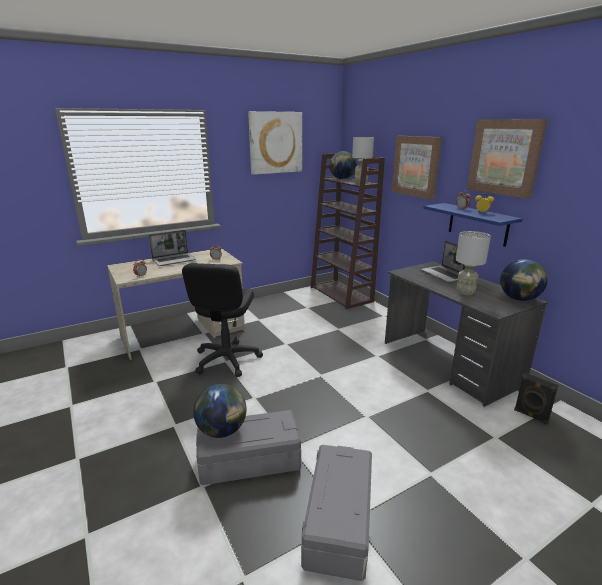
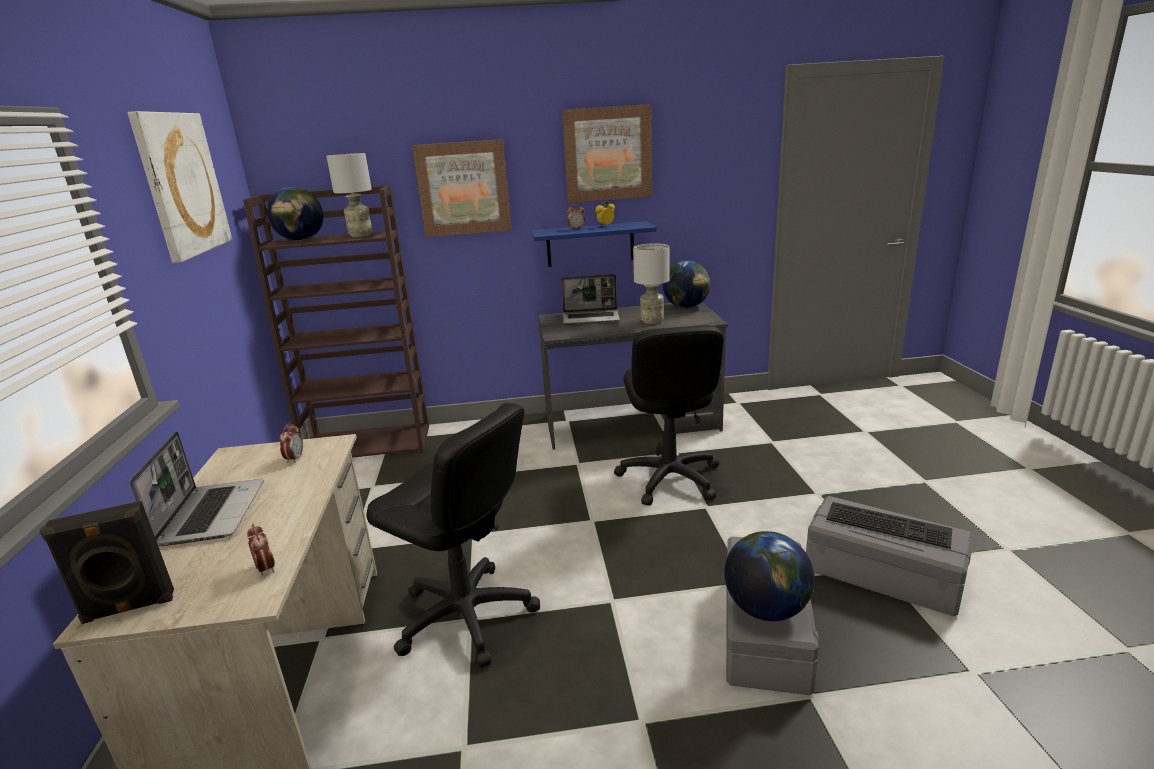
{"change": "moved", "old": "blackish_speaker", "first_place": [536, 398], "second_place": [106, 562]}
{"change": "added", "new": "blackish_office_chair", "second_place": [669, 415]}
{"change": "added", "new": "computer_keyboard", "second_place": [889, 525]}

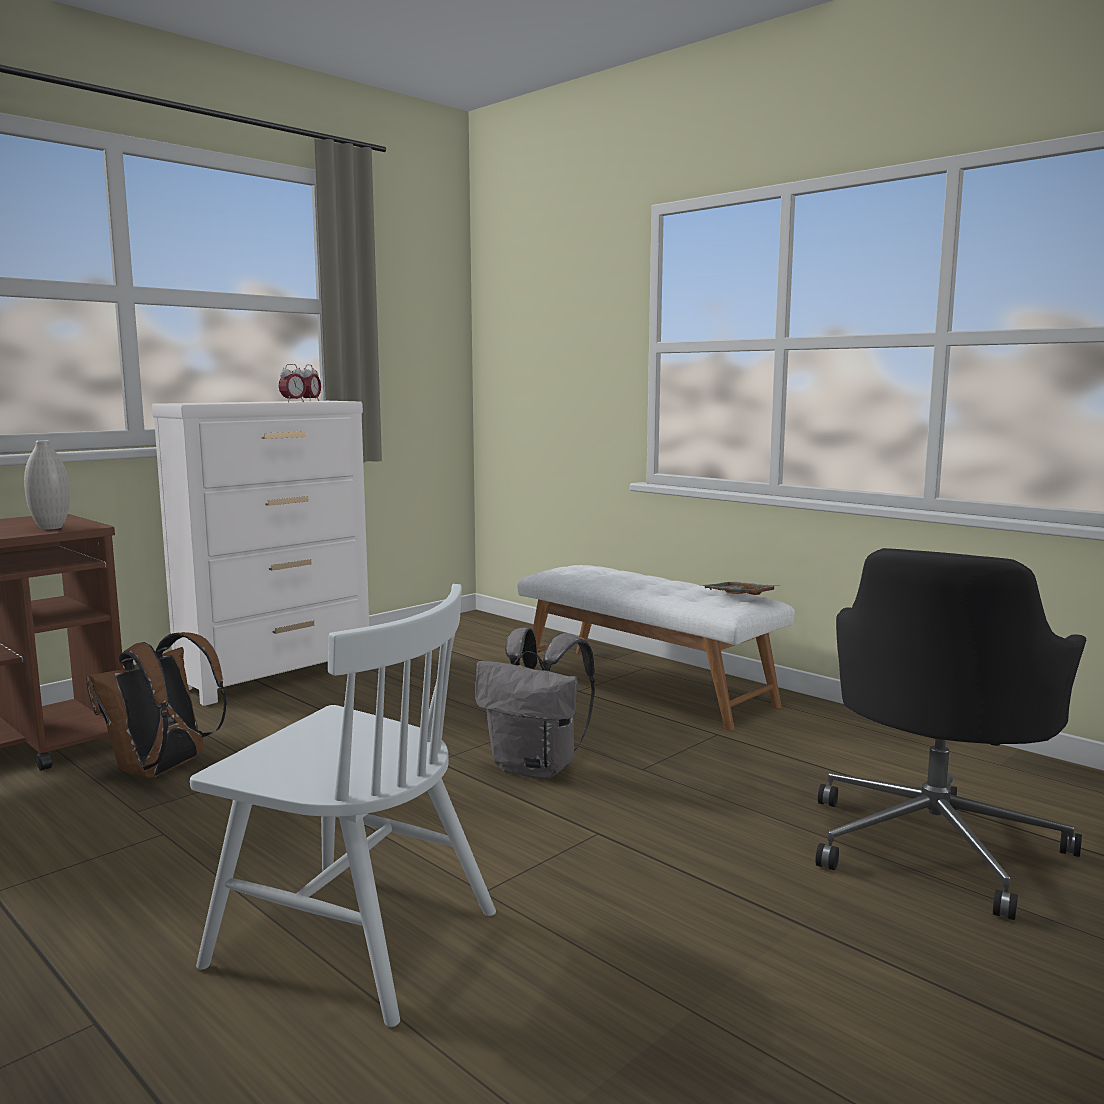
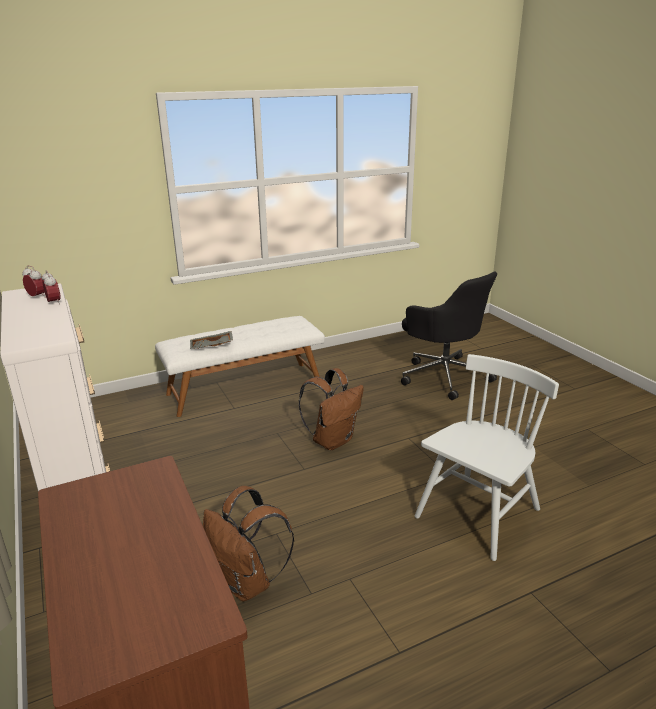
{"change": "removed", "old": "white_vase", "first_place": [47, 485]}
{"change": "moved", "old": "greyish_serving_tray", "first_place": [741, 588], "second_place": [211, 340]}
{"change": "recoloured", "old": "greyish_backpack", "new": "brownish_backpack", "first_place": [535, 704], "second_place": [331, 409]}

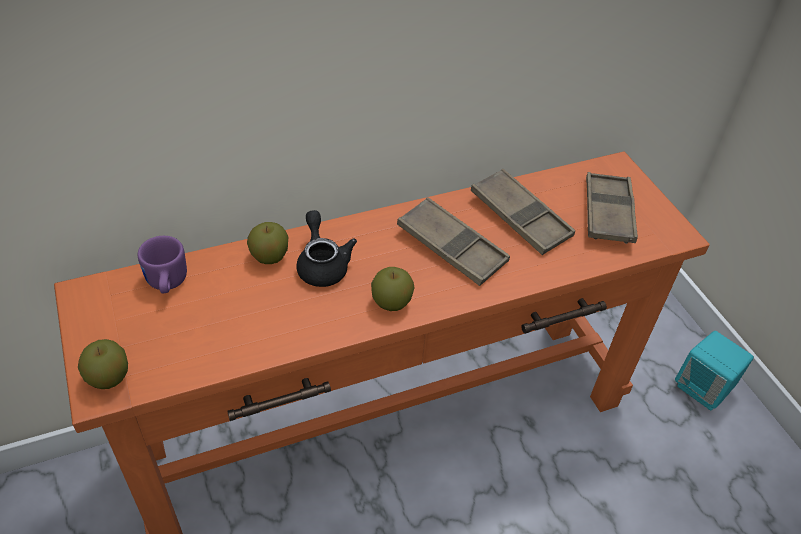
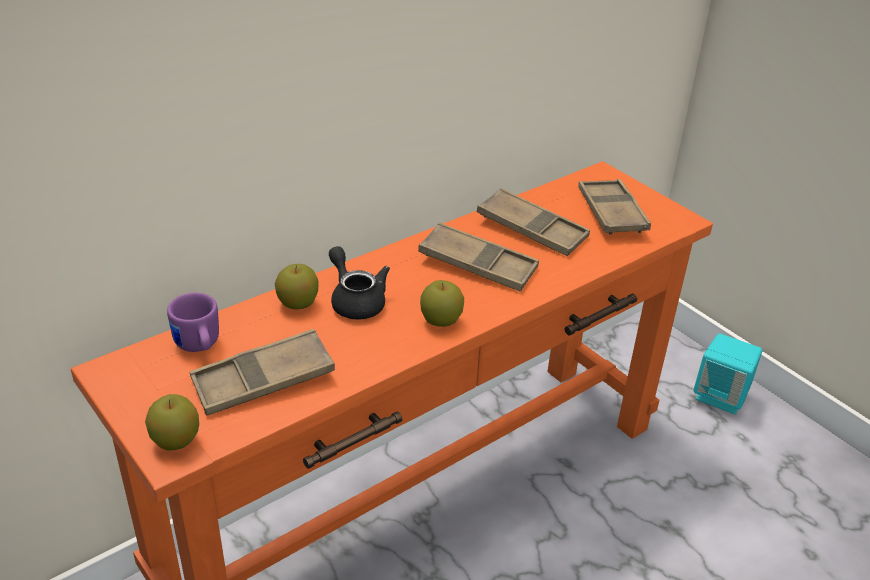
{"change": "added", "new": "brownish_serving_tray", "second_place": [262, 372]}

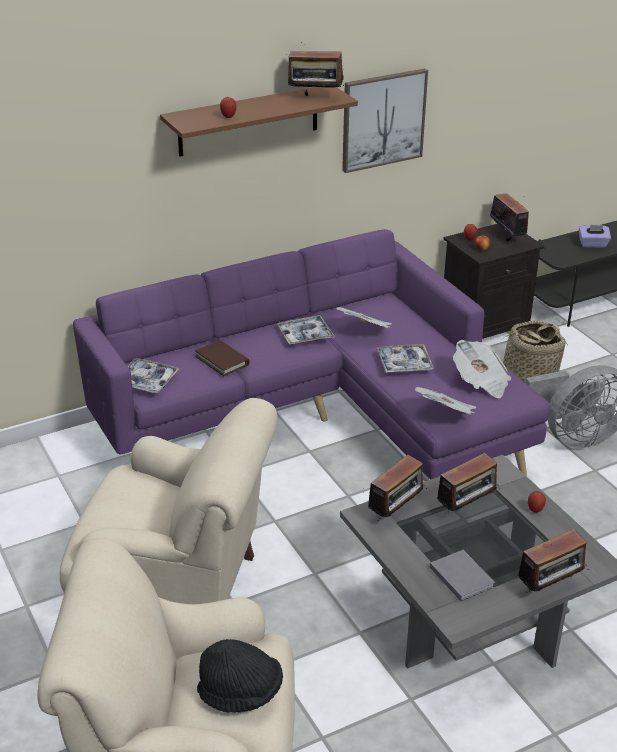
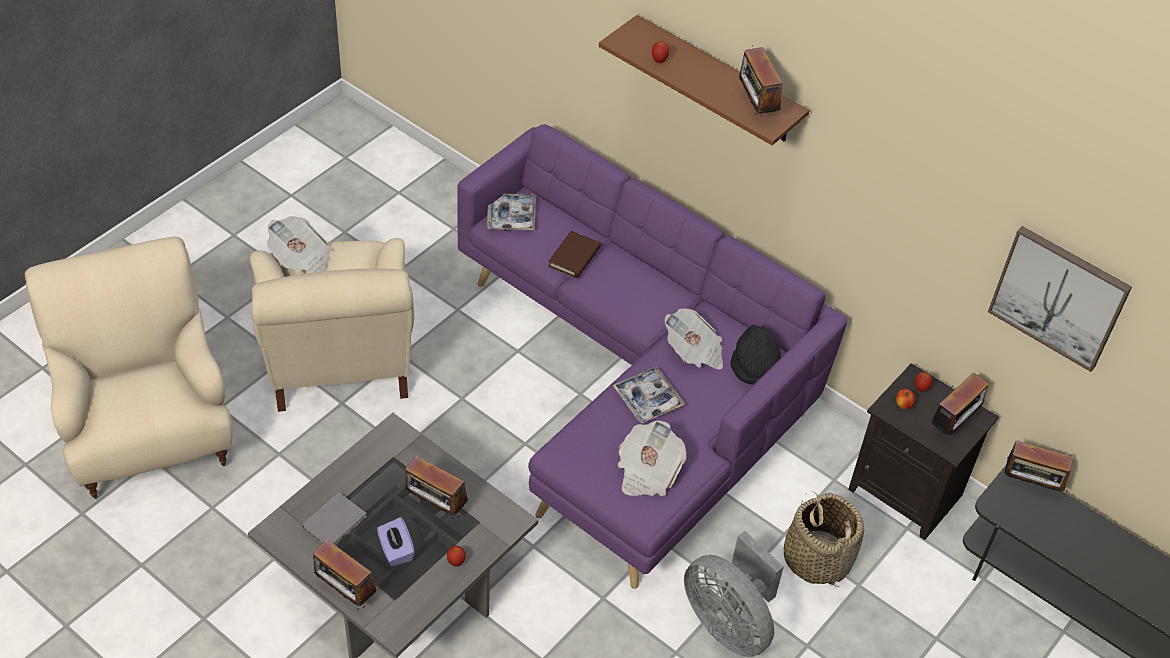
{"change": "moved", "old": "wall_picture", "first_place": [385, 120], "second_place": [1060, 299]}
{"change": "moved", "old": "purplish_tissue_box", "first_place": [595, 236], "second_place": [396, 542]}
{"change": "removed", "old": "serving_tray", "first_place": [306, 330]}
{"change": "moved", "old": "printed_paper", "first_place": [445, 401], "second_place": [299, 244]}
{"change": "moved", "old": "radio_set", "first_place": [397, 489], "second_place": [1038, 467]}
{"change": "moved", "old": "blackish_hat", "first_place": [240, 676], "second_place": [755, 355]}

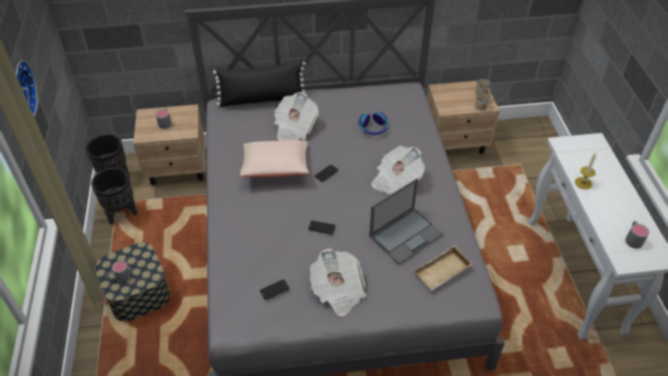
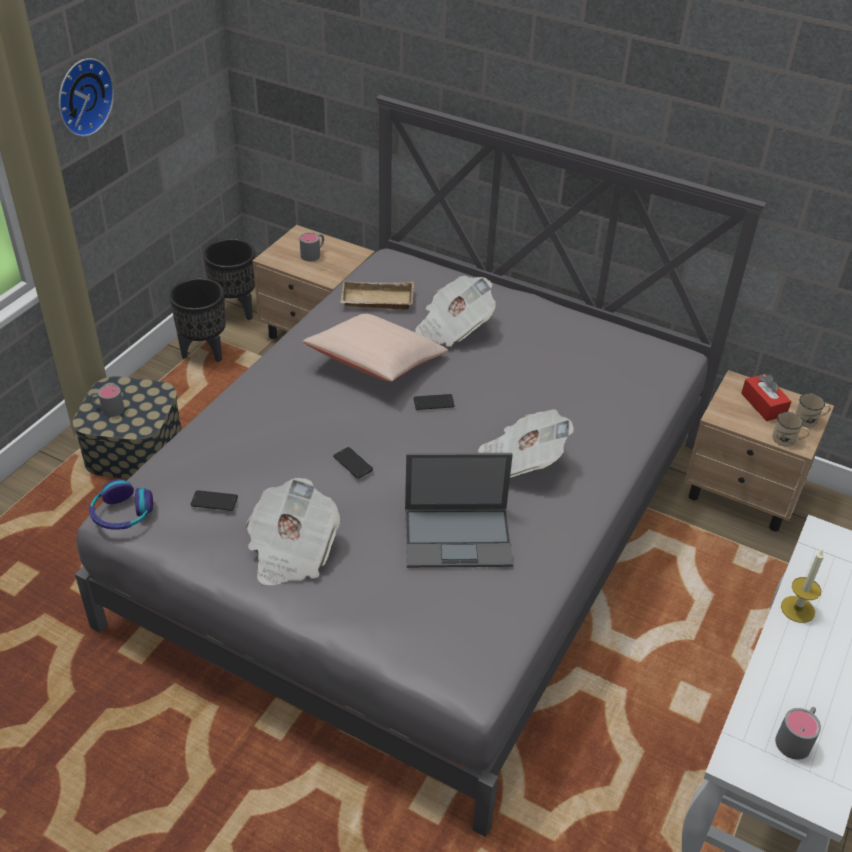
{"change": "removed", "old": "blackish_throw_pillow", "first_place": [259, 83]}
{"change": "moved", "old": "pair_of_headphones", "first_place": [374, 123], "second_place": [121, 504]}
{"change": "moved", "old": "beige_serving_tray", "first_place": [443, 268], "second_place": [377, 295]}
{"change": "added", "new": "red_tissue_box", "second_place": [766, 397]}

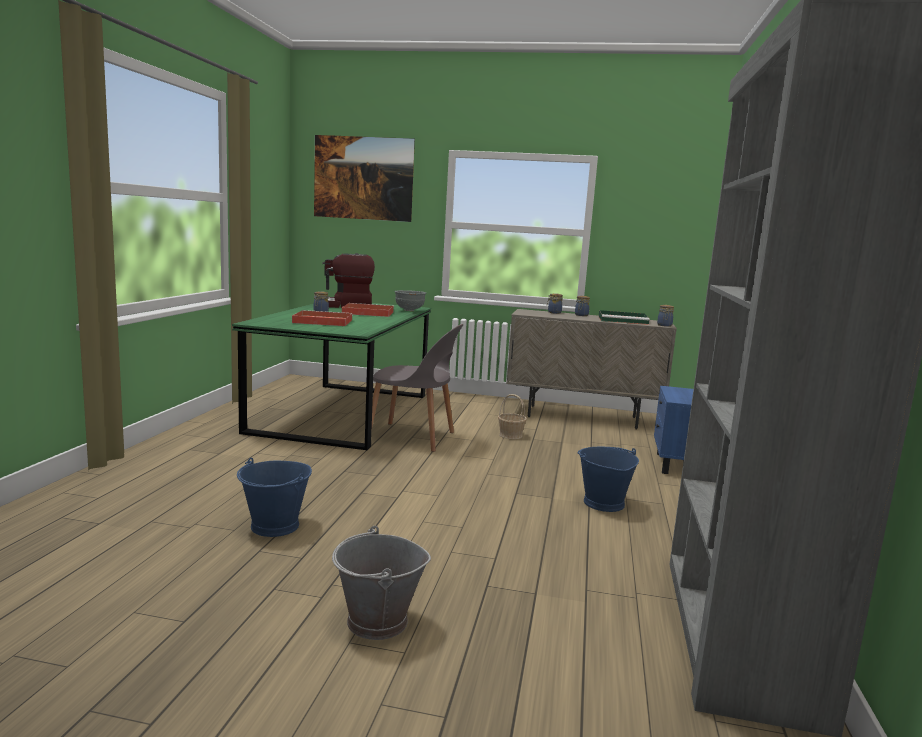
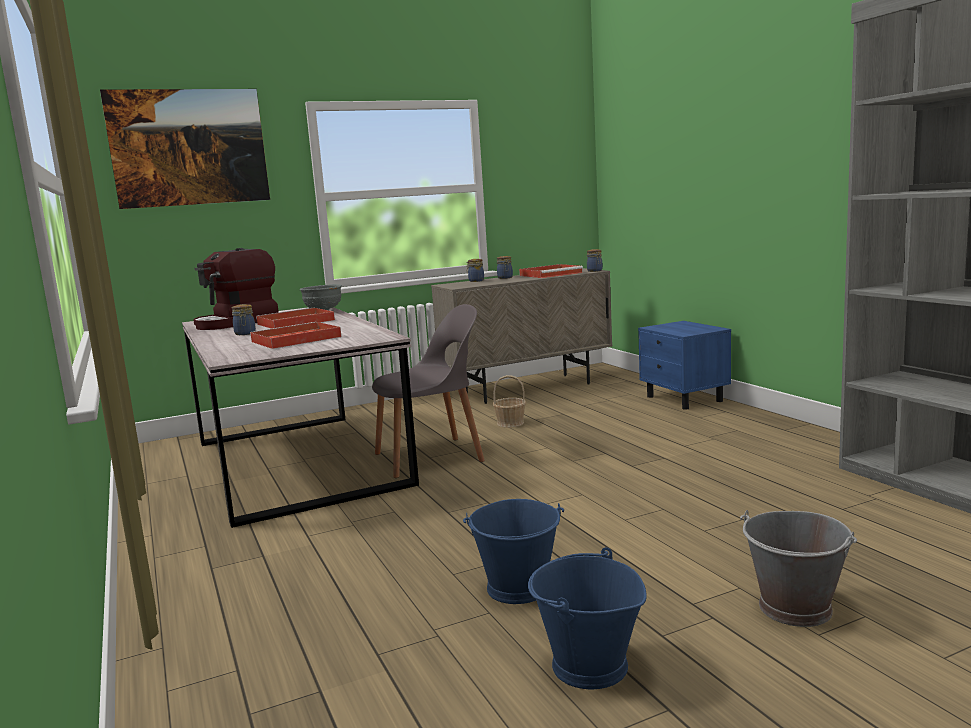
{"change": "recoloured", "old": "green_dinner_table", "new": "greyish_dinner_table", "first_place": [331, 376], "second_place": [300, 417]}
{"change": "recoloured", "old": "green_serving_tray", "new": "red_serving_tray", "first_place": [624, 317], "second_place": [551, 271]}
{"change": "moved", "old": "blue-coloured_pail", "first_place": [608, 479], "second_place": [587, 618]}

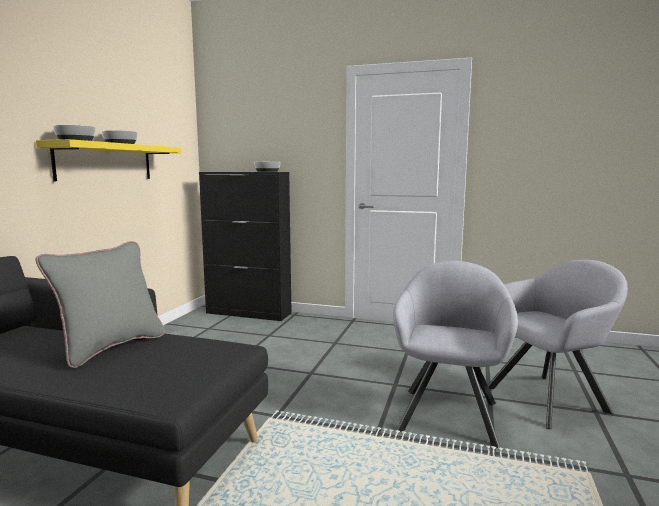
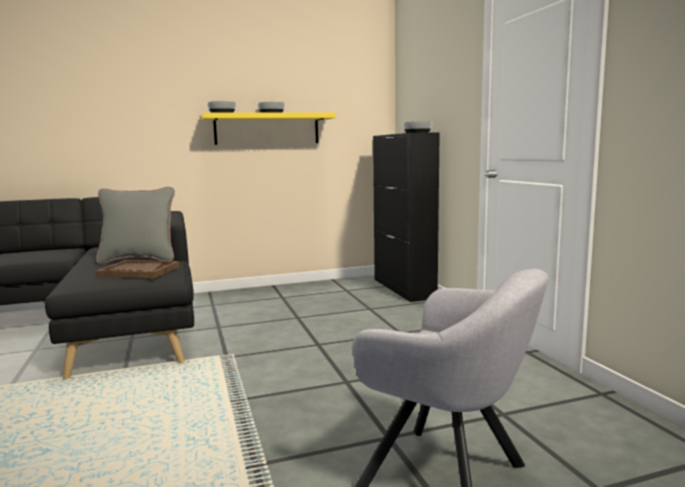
{"change": "removed", "old": "greyish_easy_chair", "first_place": [455, 354]}
{"change": "added", "new": "brownish_serving_tray", "second_place": [137, 269]}

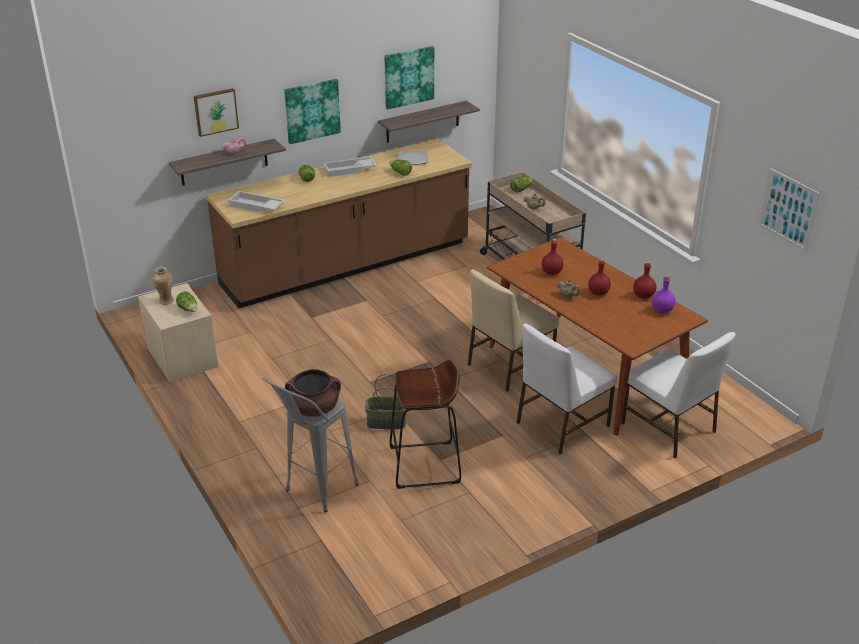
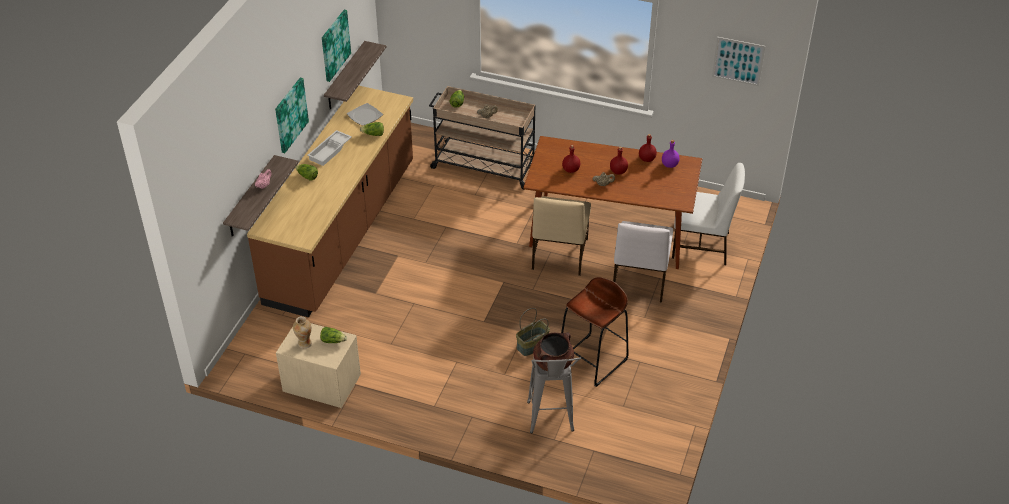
{"change": "removed", "old": "wall_picture", "first_place": [216, 112]}
{"change": "removed", "old": "white_serving_tray", "first_place": [256, 201]}

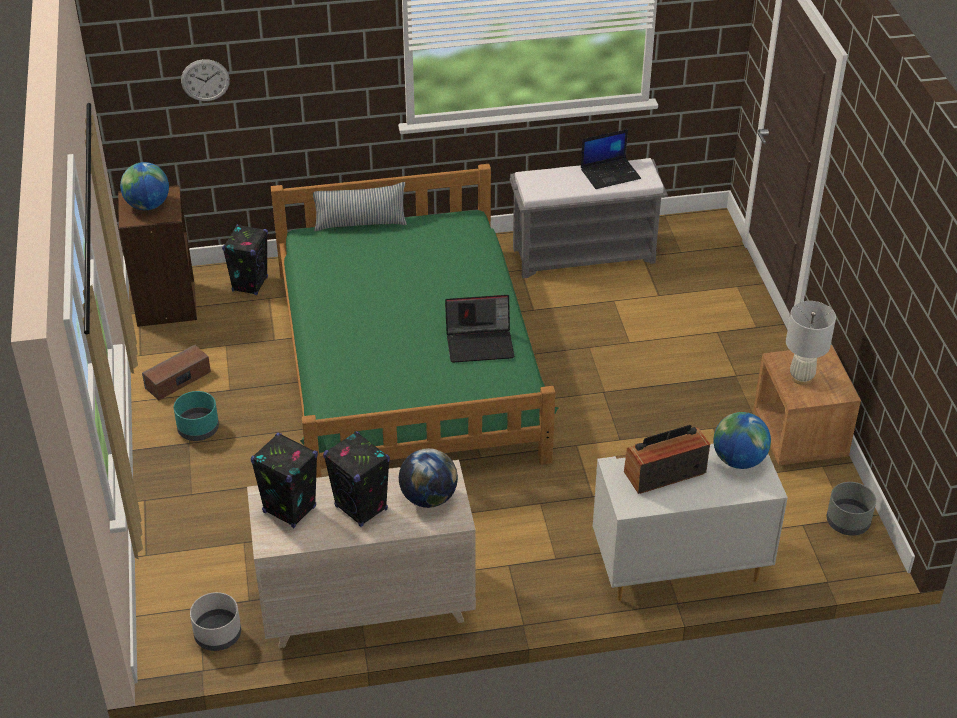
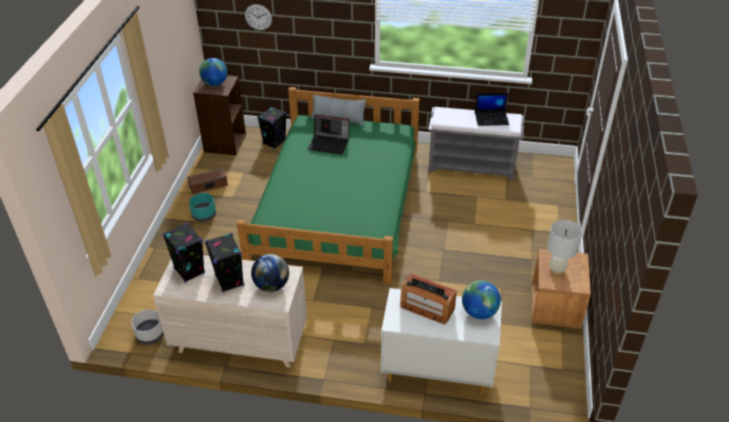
{"change": "moved", "old": "notebook_computer", "first_place": [479, 329], "second_place": [329, 135]}
{"change": "turned", "old": "radio_set", "first_place": [667, 459], "second_place": [428, 299], "degrees": -150}
{"change": "removed", "old": "greyish_flower_pot", "first_place": [851, 509]}

